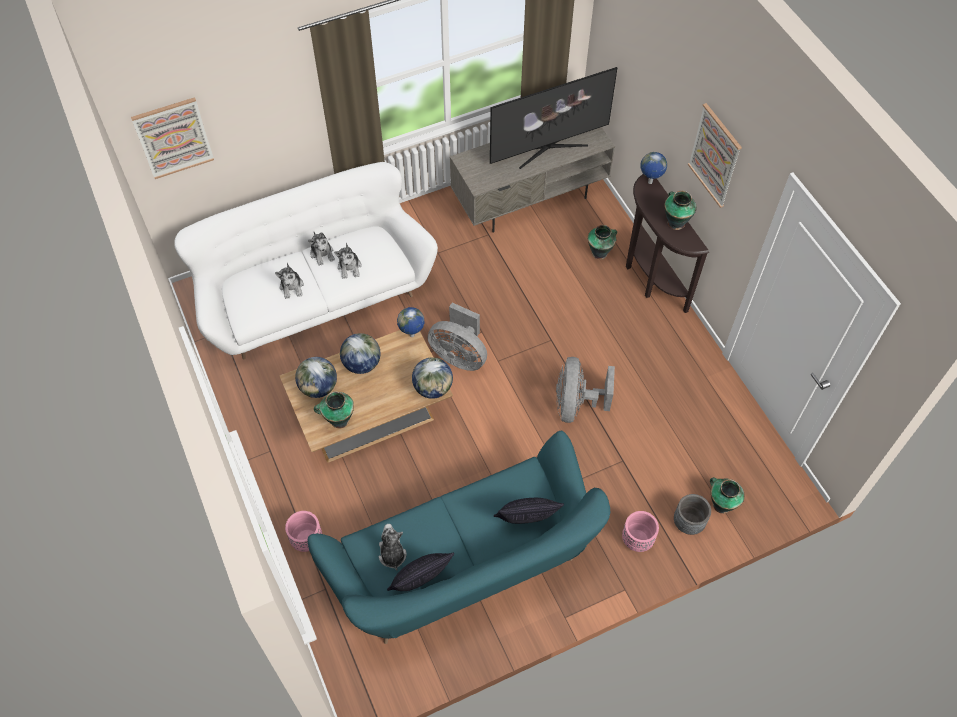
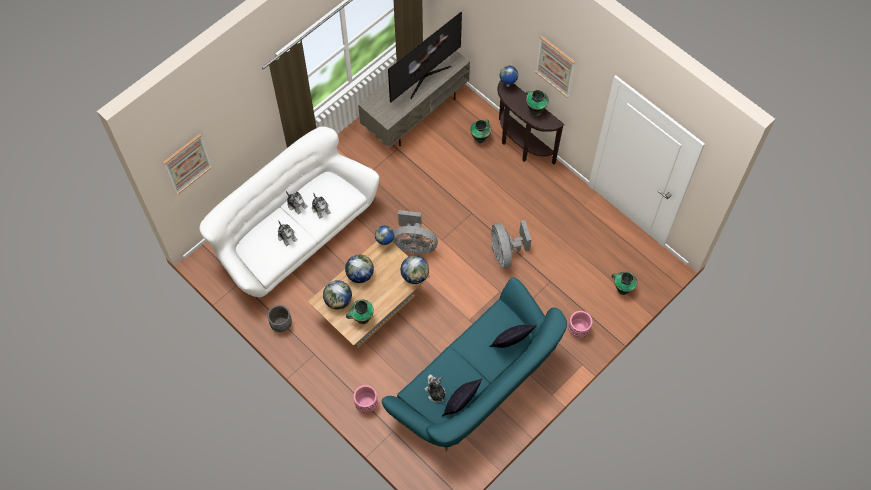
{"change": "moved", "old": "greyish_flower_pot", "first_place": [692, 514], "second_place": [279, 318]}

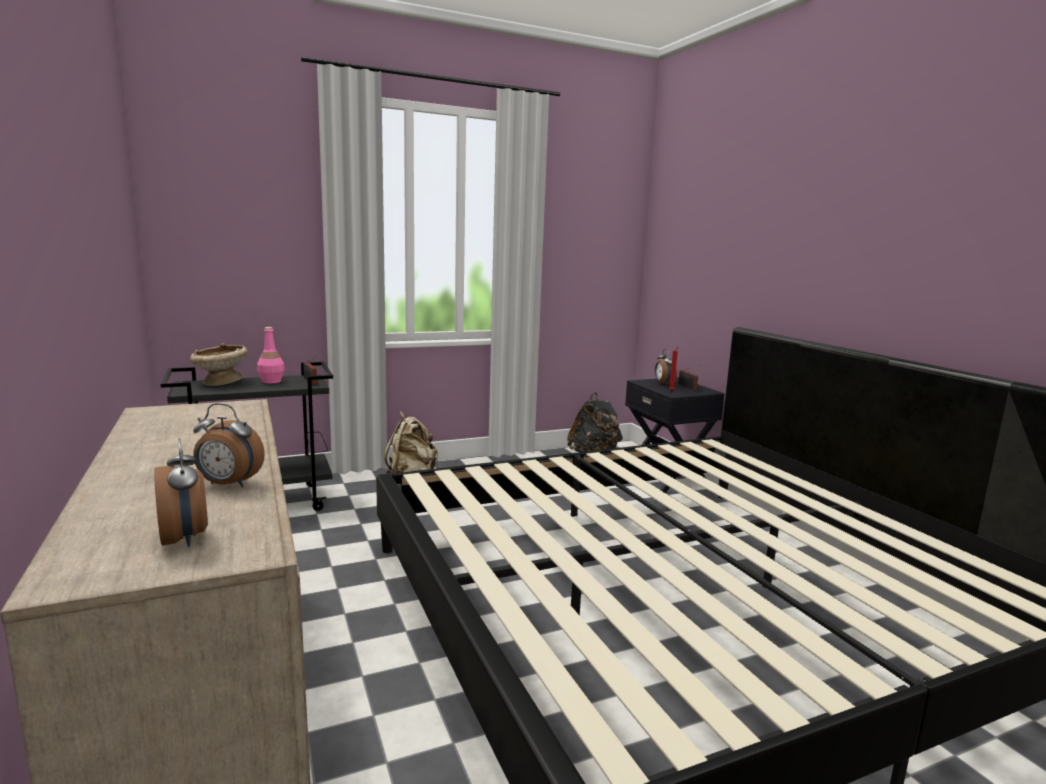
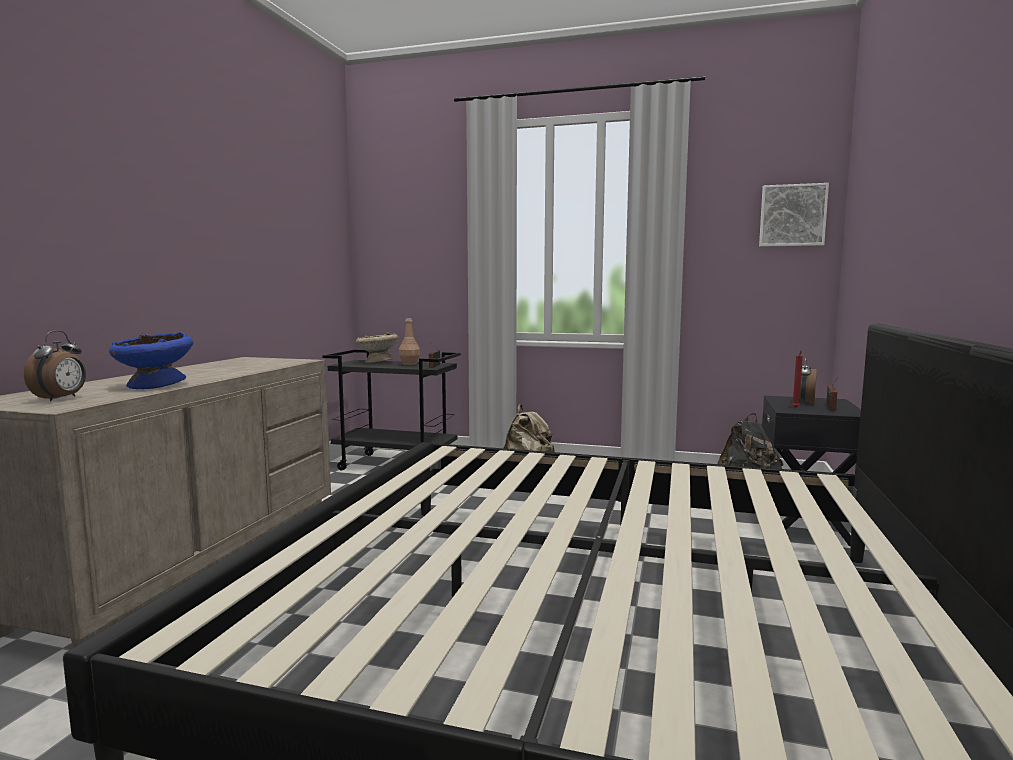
{"change": "recoloured", "old": "pink-coloured_beverage_bottle", "new": "brownish_beverage_bottle", "first_place": [271, 355], "second_place": [409, 342]}
{"change": "replaced", "old": "alarm_clock", "new": "blue-coloured_deep_dish", "first_place": [229, 445], "second_place": [151, 360]}
{"change": "added", "new": "wall_picture", "second_place": [794, 215]}

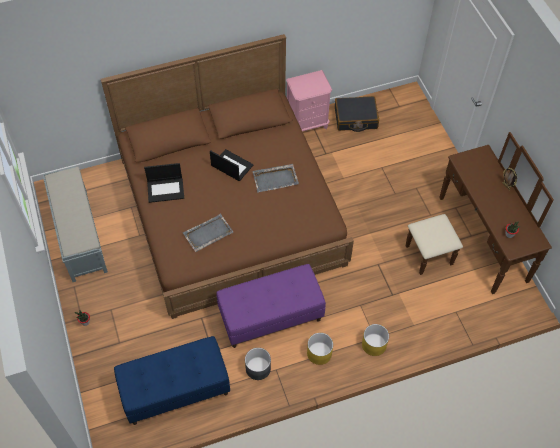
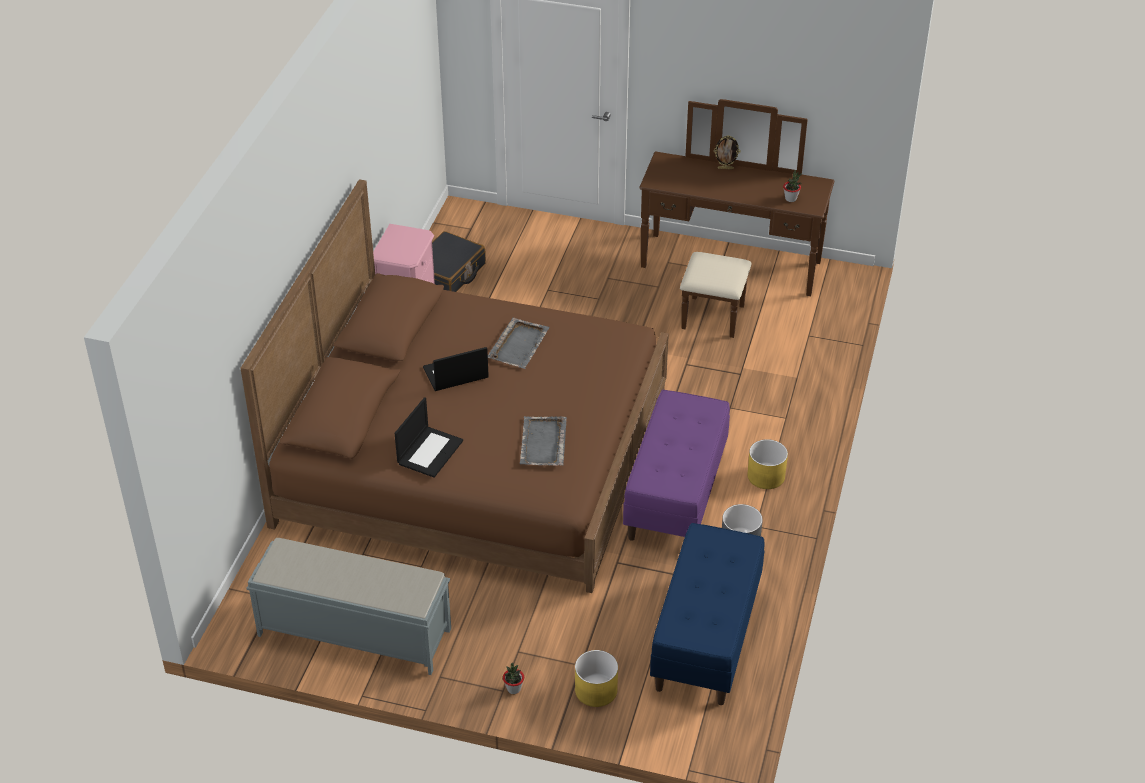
{"change": "moved", "old": "yellow-coloured_flower_pot", "first_place": [375, 340], "second_place": [596, 678]}

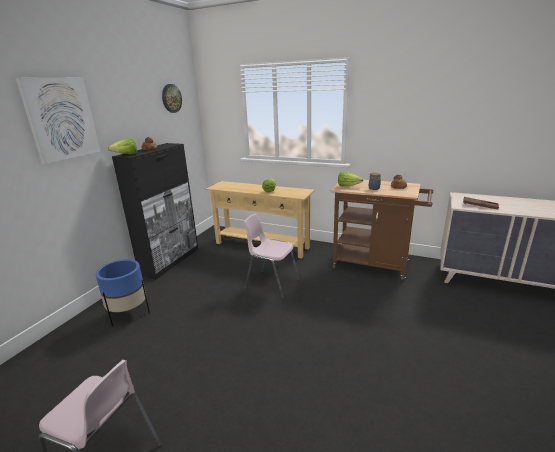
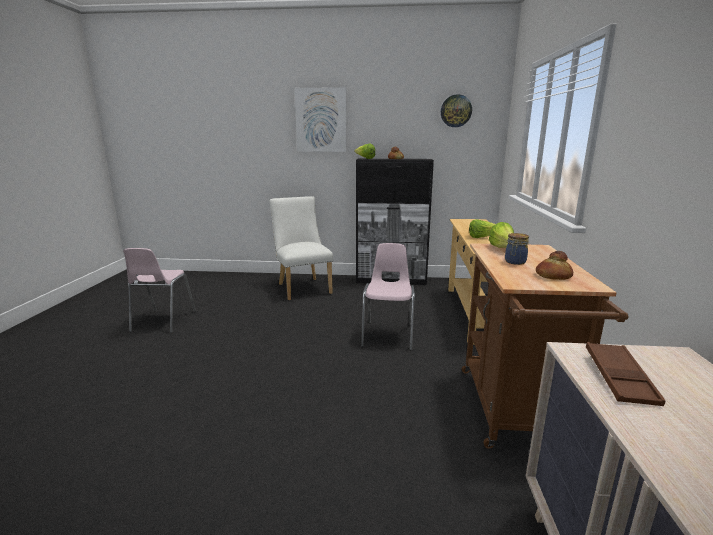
{"change": "replaced", "old": "blue-coloured_flower_pot", "new": "white_plain_chair", "first_place": [122, 292], "second_place": [301, 248]}

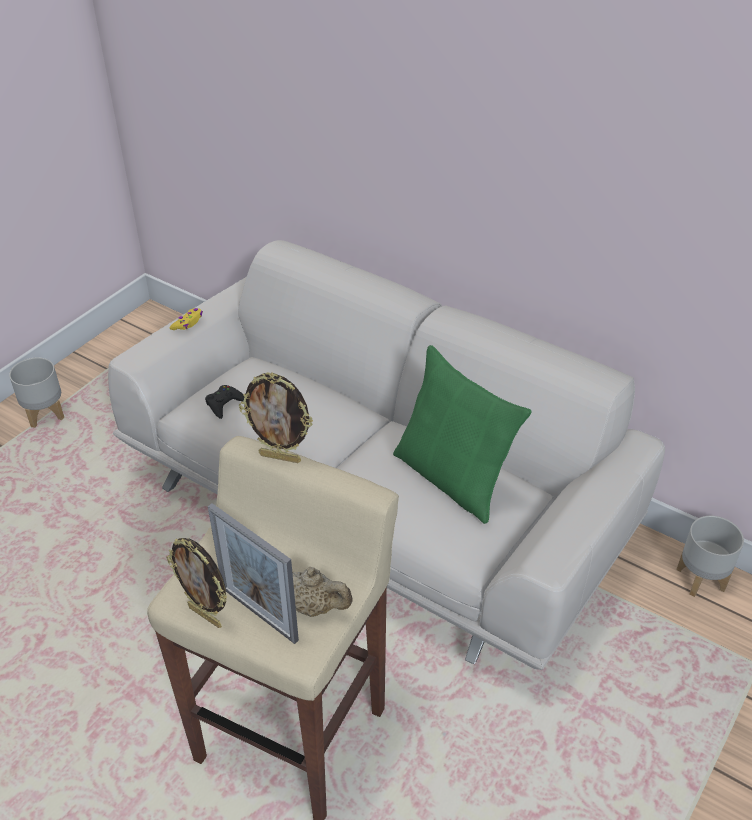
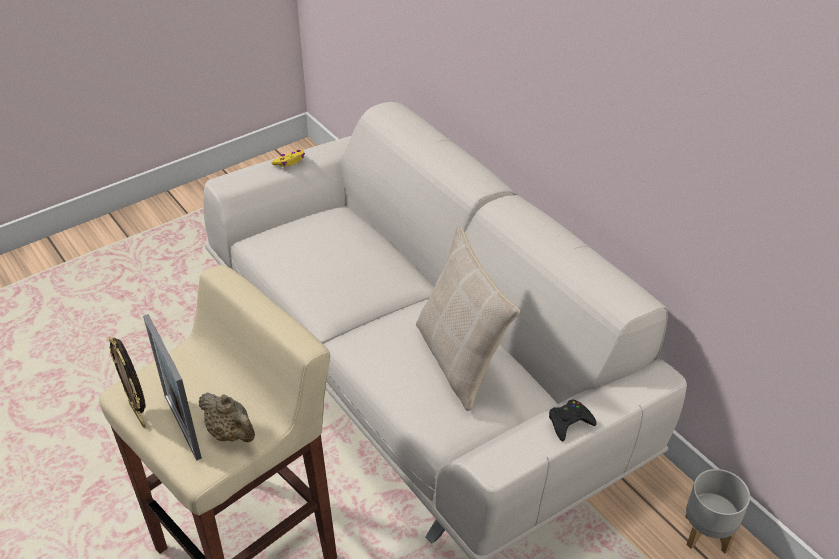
{"change": "recoloured", "old": "green_throw_pillow", "new": "beige_throw_pillow", "first_place": [462, 434], "second_place": [468, 319]}
{"change": "removed", "old": "greyish_flower_pot", "first_place": [36, 392]}
{"change": "removed", "old": "photo_frame", "first_place": [276, 417]}
{"change": "moved", "old": "blackish_game_controller", "first_place": [224, 402], "second_place": [572, 420]}

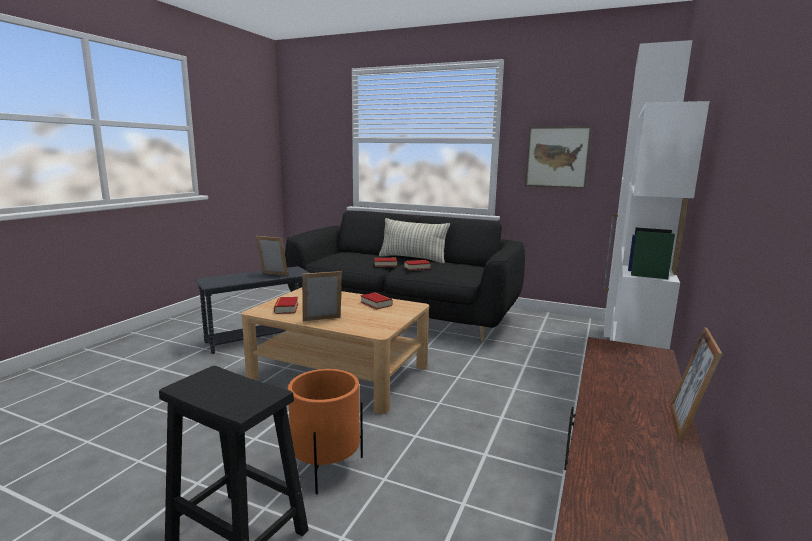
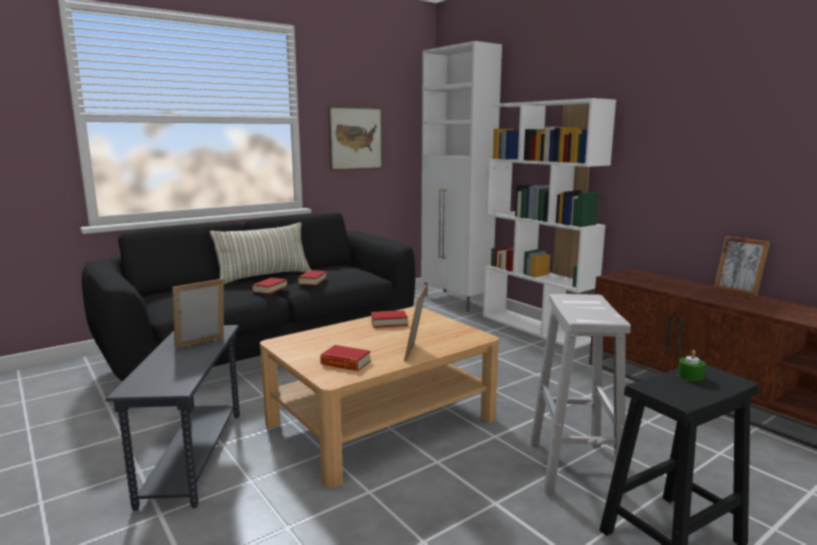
{"change": "replaced", "old": "orange-coloured_flower_pot", "new": "white_sitting_stool", "first_place": [325, 431], "second_place": [580, 395]}
{"change": "added", "new": "green_wax_candle", "second_place": [692, 365]}

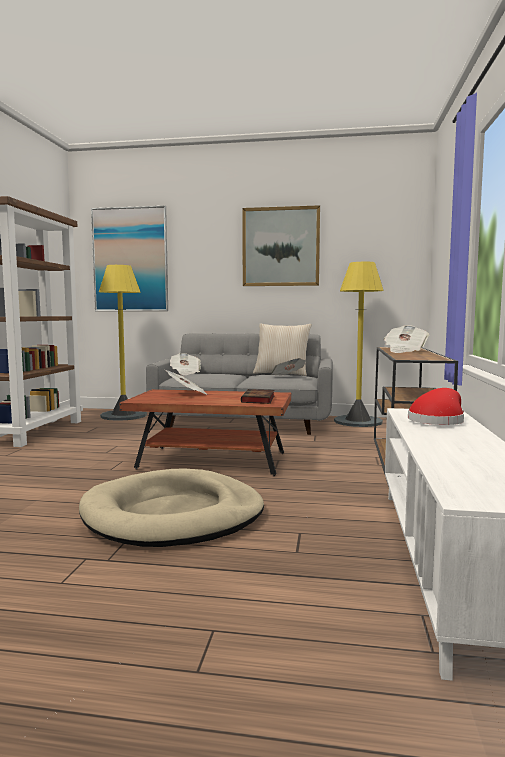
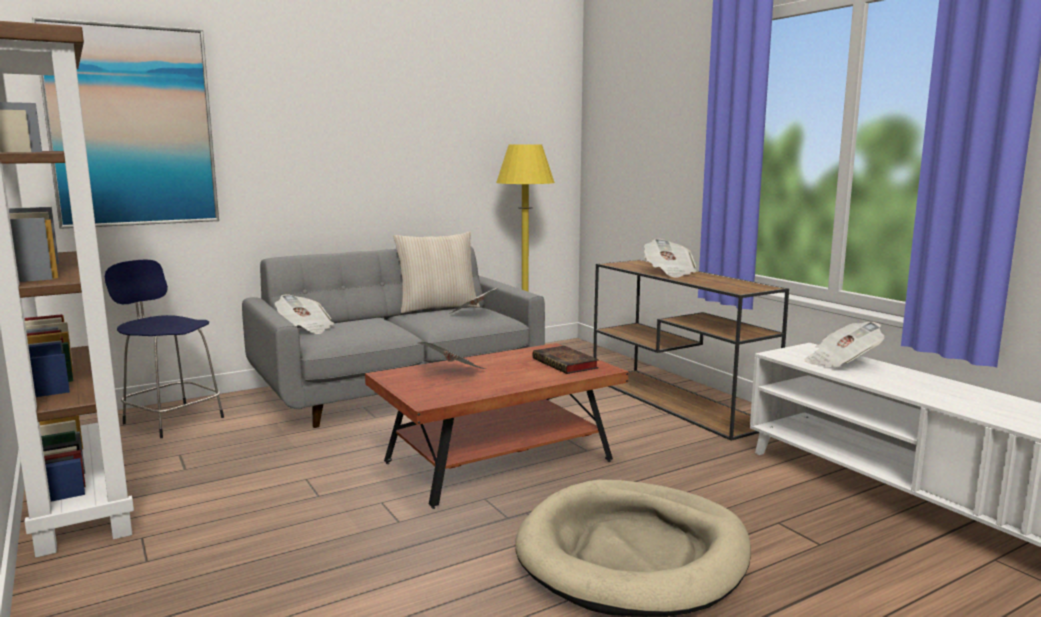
{"change": "removed", "old": "wall_picture", "first_place": [281, 245]}
{"change": "replaced", "old": "yellow-coloured_standard_lamp", "new": "blue-coloured_sitting_stool", "first_place": [123, 343], "second_place": [164, 348]}
{"change": "replaced", "old": "red_hat", "new": "printed_paper", "first_place": [436, 406], "second_place": [844, 344]}

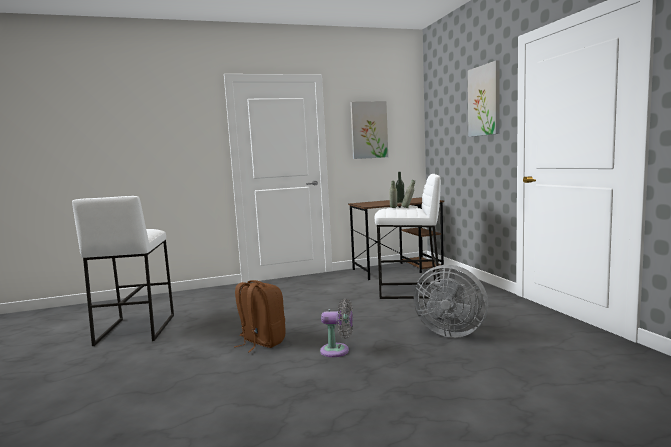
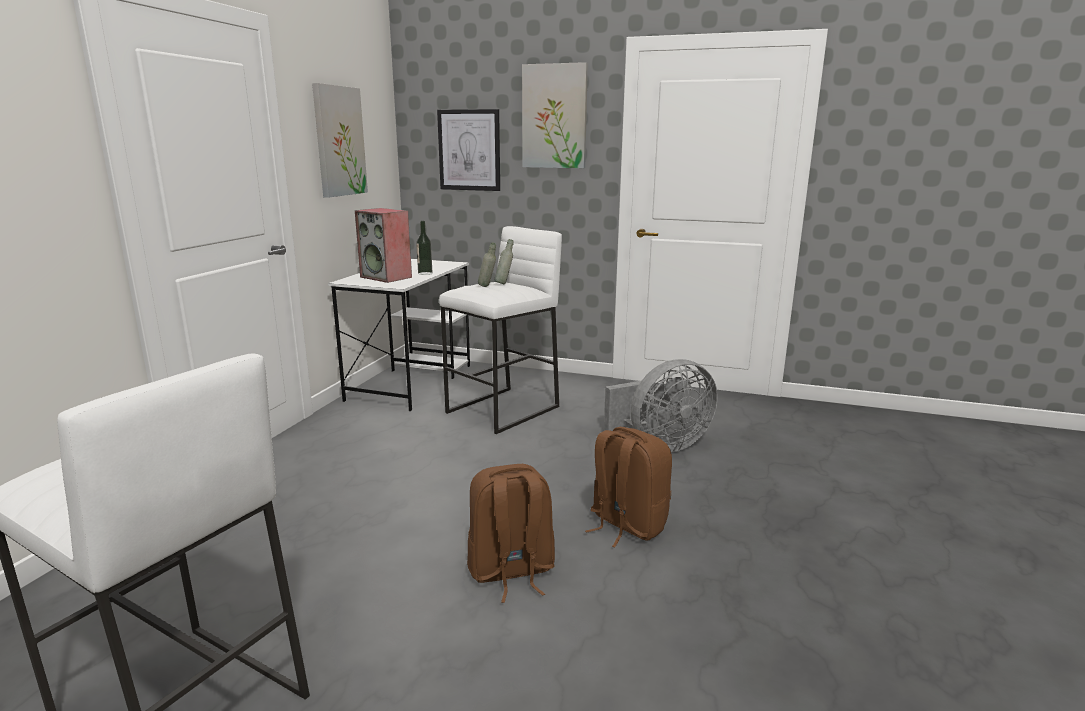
{"change": "recoloured", "old": "brownish_desk_table", "new": "white_desk_table", "first_place": [396, 238], "second_place": [399, 335]}
{"change": "replaced", "old": "greyish_cooling_fan", "new": "brownish_backpack", "first_place": [336, 328], "second_place": [628, 487]}
{"change": "added", "new": "wall_picture", "second_place": [468, 150]}
{"change": "added", "new": "speaker", "second_place": [383, 245]}

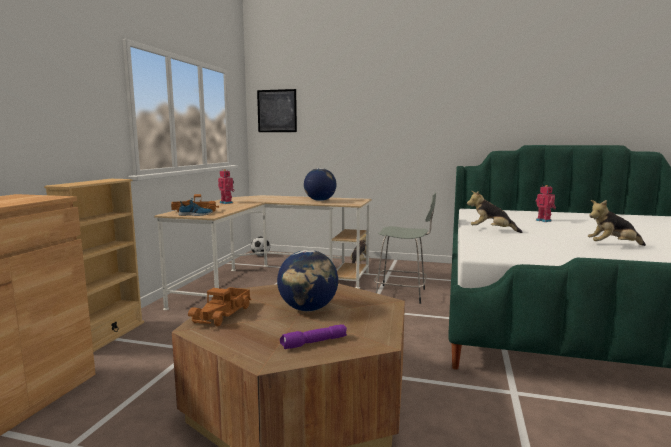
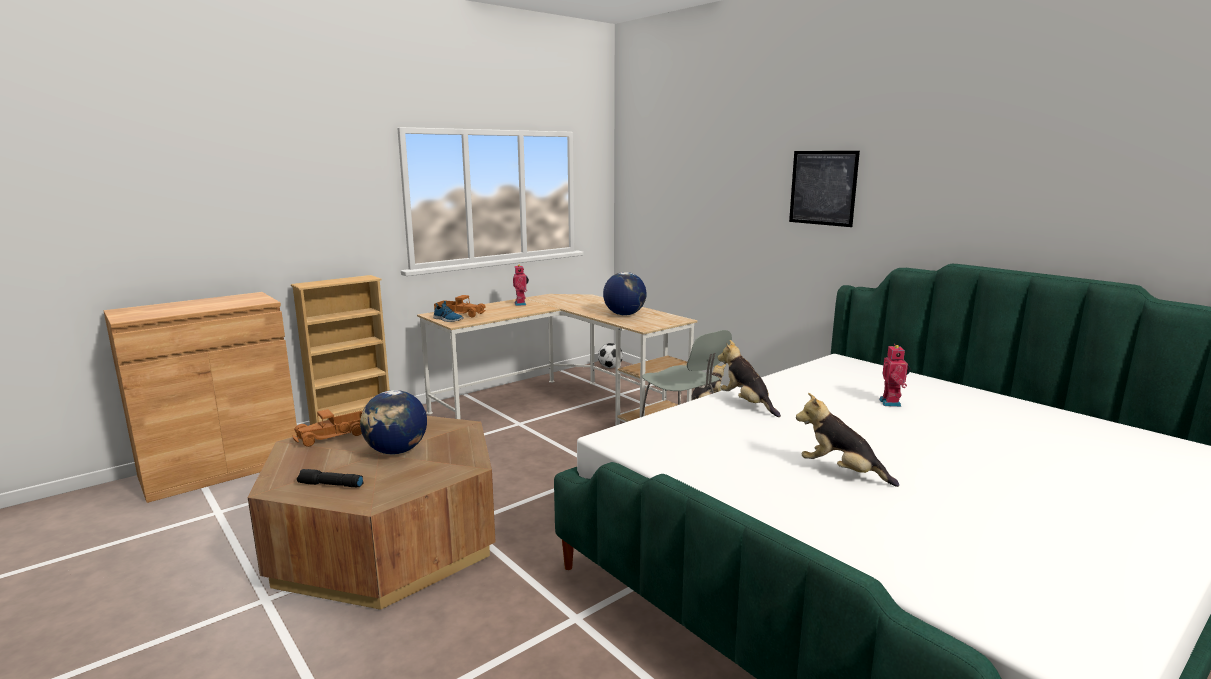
{"change": "moved", "old": "wall_picture", "first_place": [277, 110], "second_place": [824, 189]}
{"change": "recoloured", "old": "purplish_torch", "new": "blackish_torch", "first_place": [313, 336], "second_place": [330, 478]}

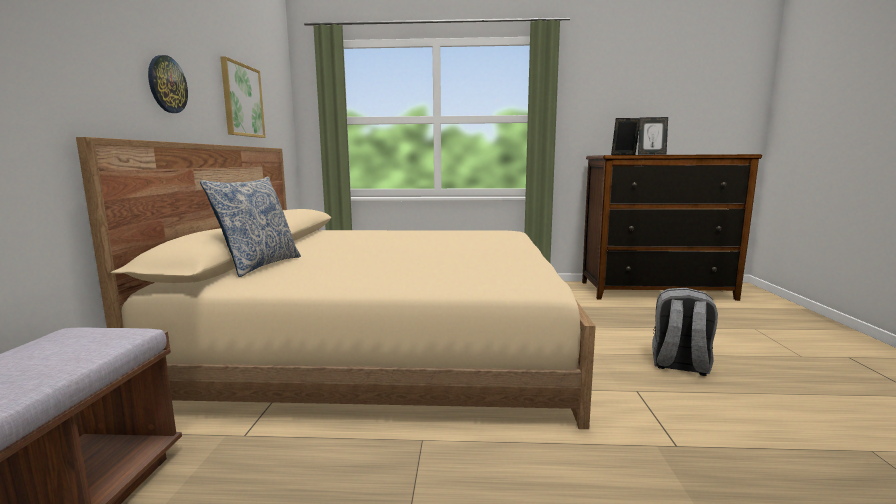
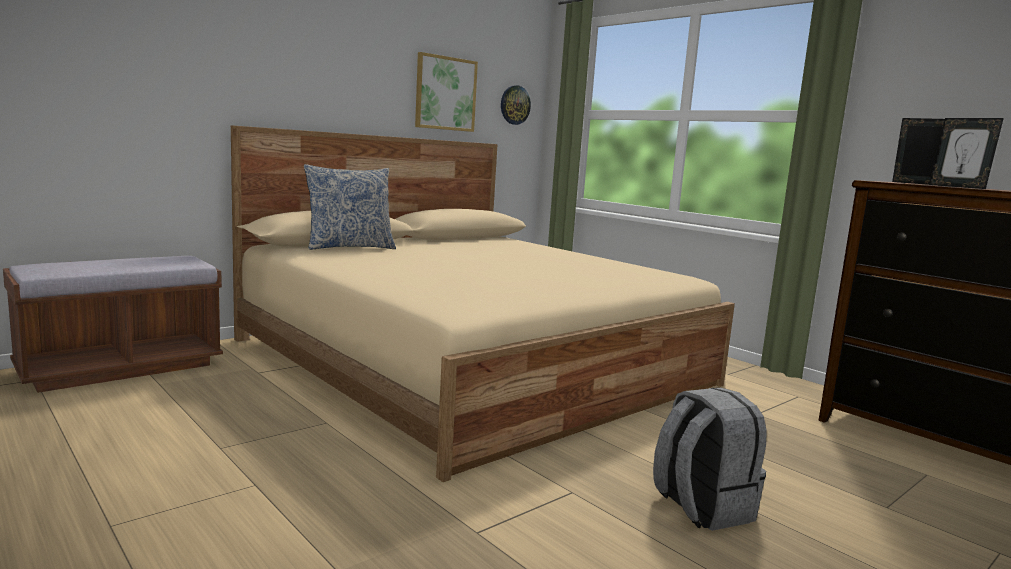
{"change": "moved", "old": "clock_on_the_wall", "first_place": [168, 84], "second_place": [516, 105]}

